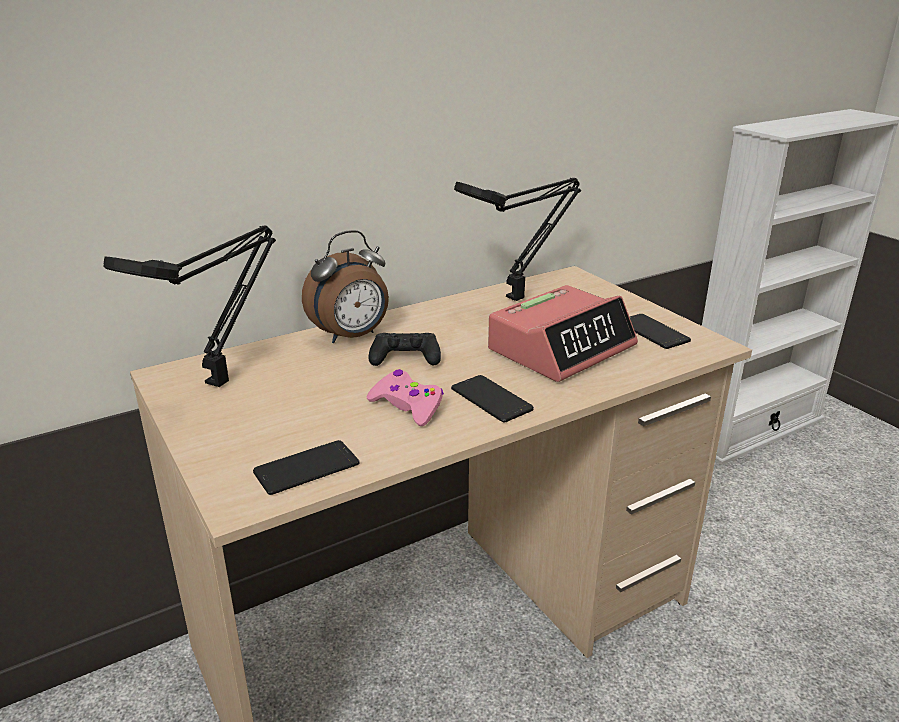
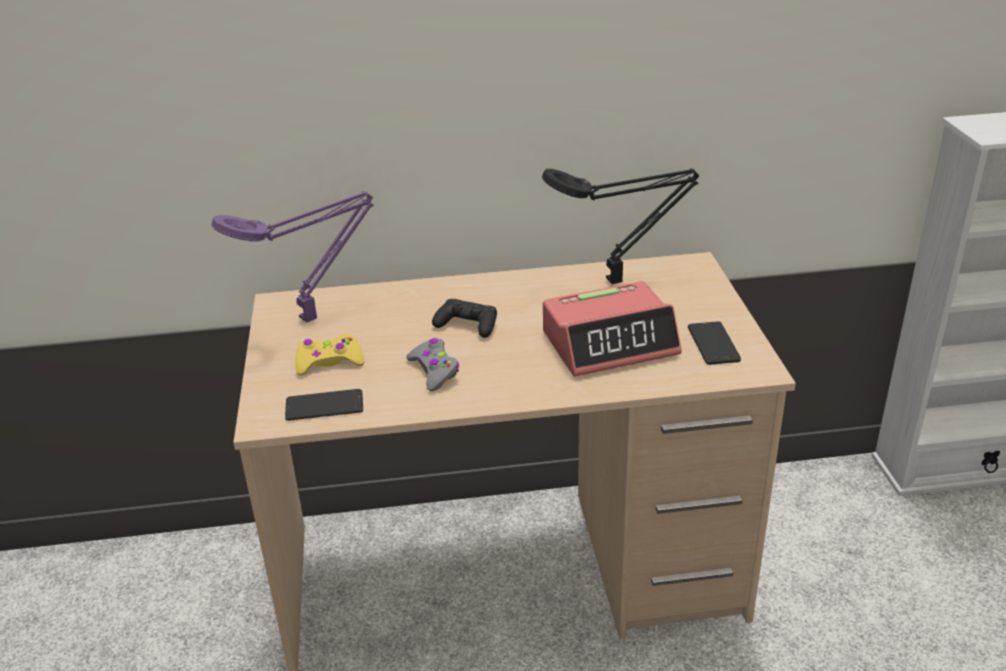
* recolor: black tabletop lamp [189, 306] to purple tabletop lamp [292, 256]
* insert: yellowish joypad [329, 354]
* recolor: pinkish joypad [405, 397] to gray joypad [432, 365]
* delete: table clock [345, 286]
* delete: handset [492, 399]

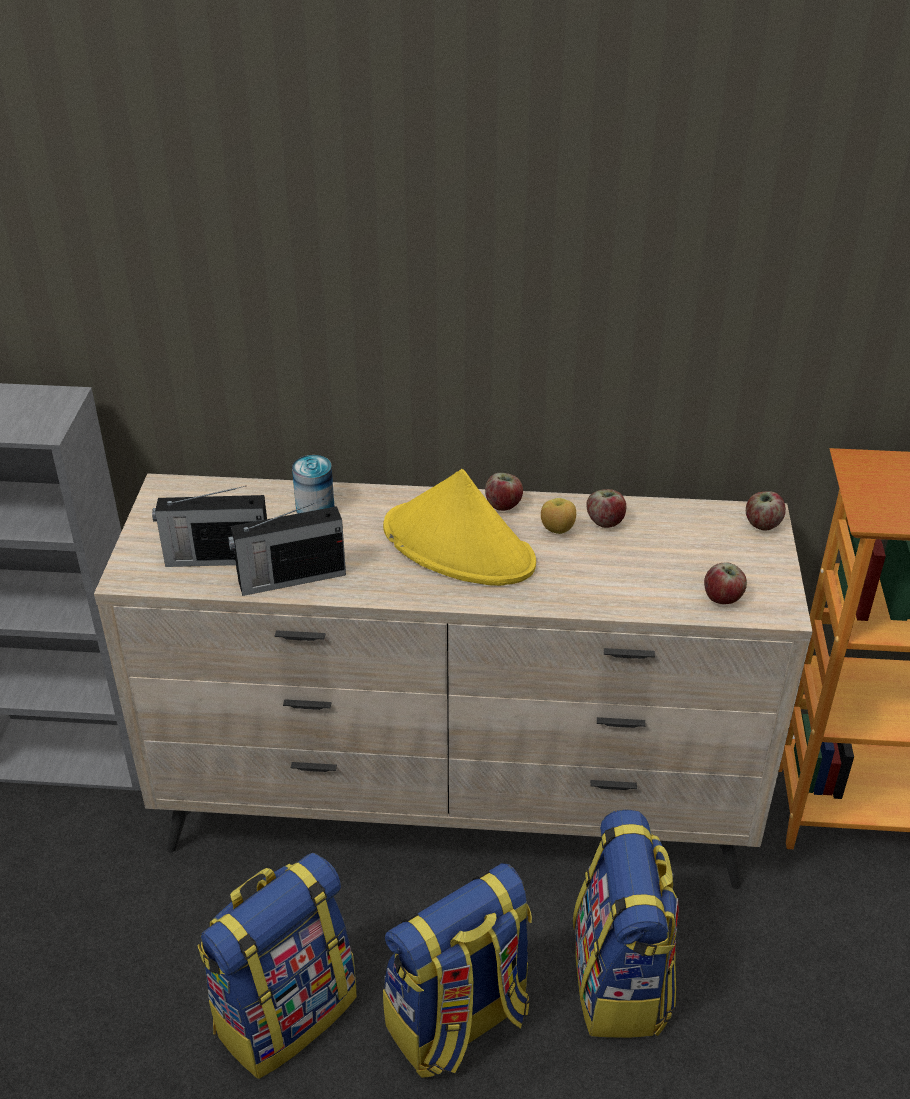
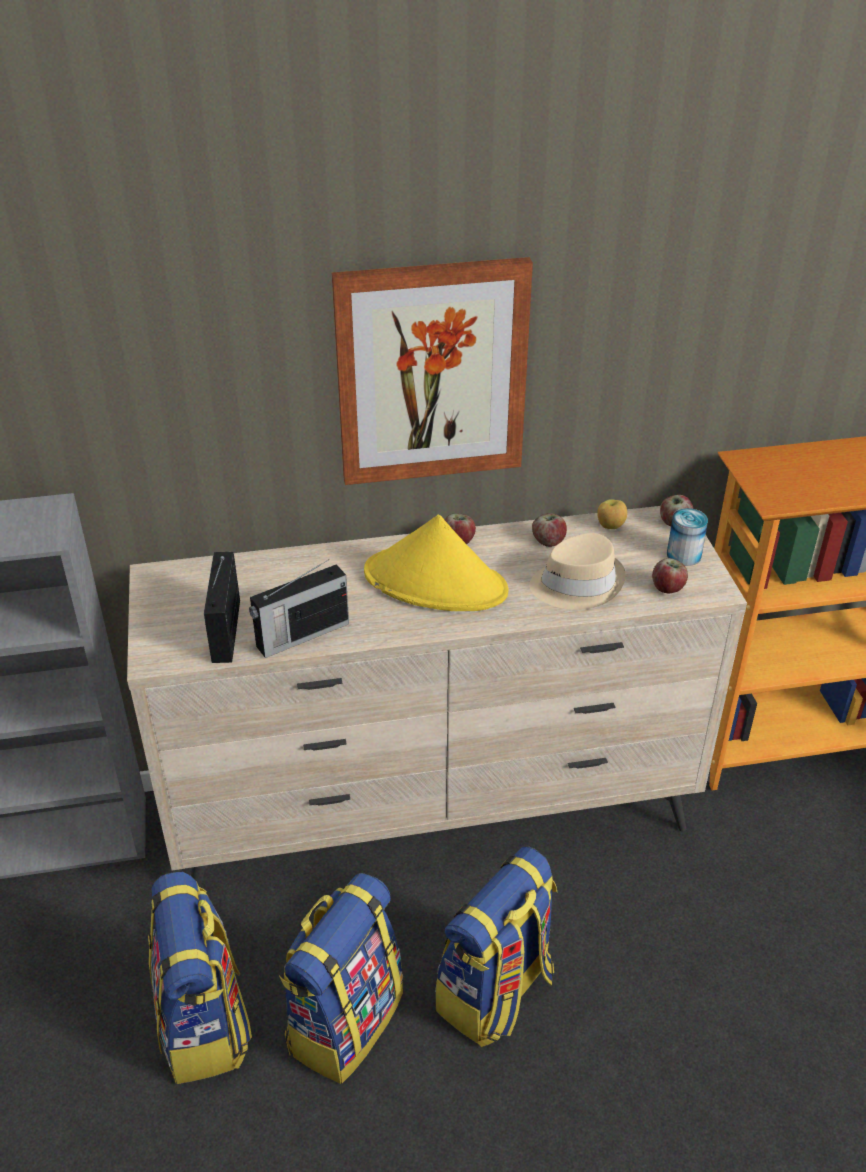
* move: rucksack [626, 924] to [200, 978]
* rotate: radio set [209, 526] = [222, 607] 105 degrees clockwise
* insert: wall picture [432, 371]
* insert: sand-coloured clothing hat [577, 571]
* move: apple fruit [558, 516] to [612, 514]
* move: metal can [313, 484] to [687, 537]

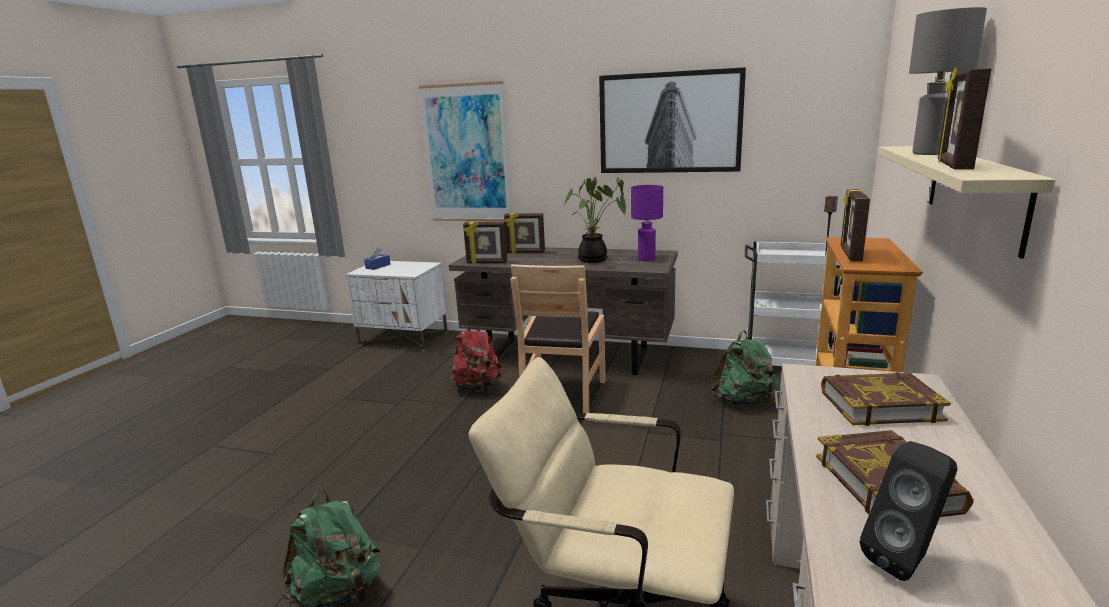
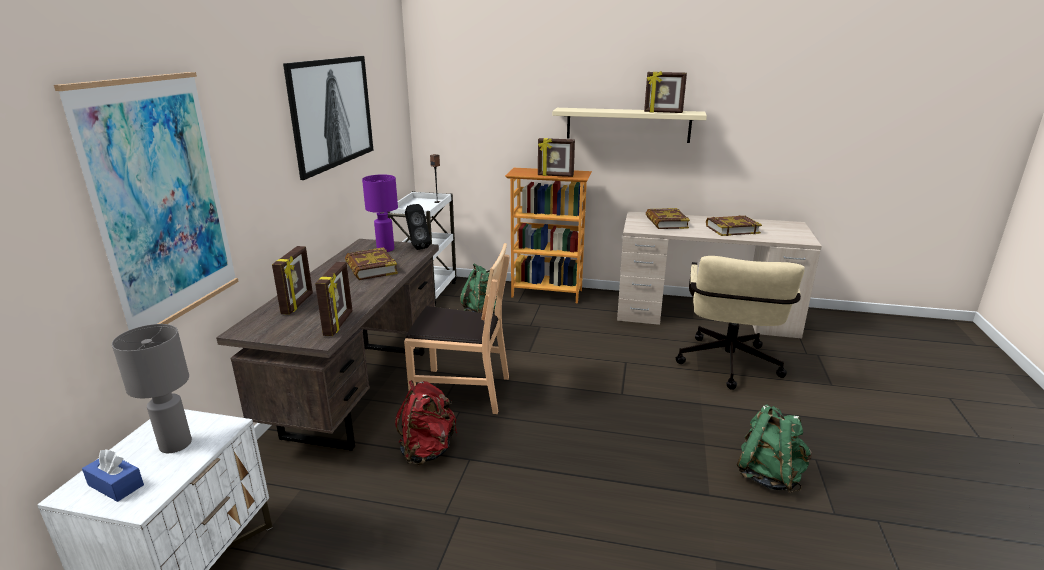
* move: gray tabletop lamp [948, 81] to [152, 388]
* replace: houseplant [595, 220] to bound book [371, 263]
* move: black loudspeaker [909, 511] to [418, 227]

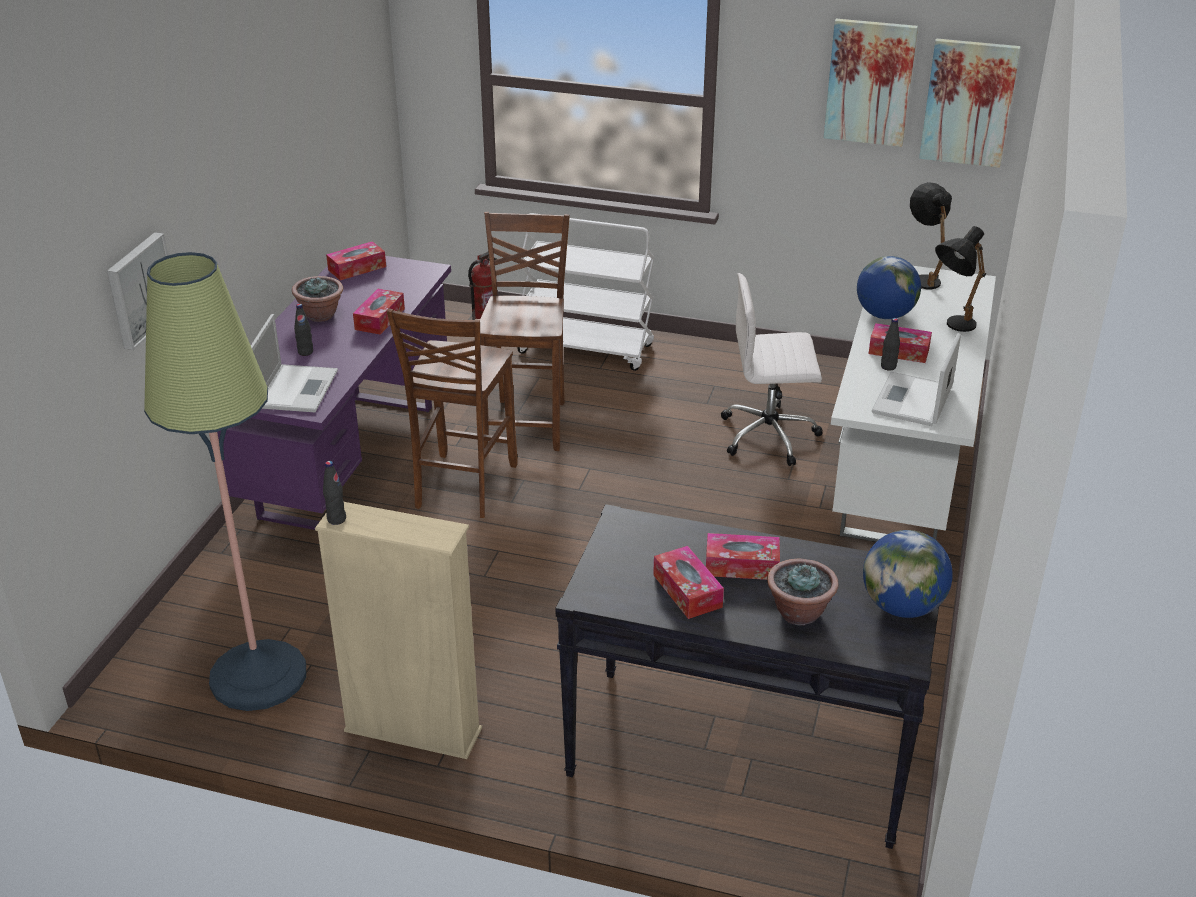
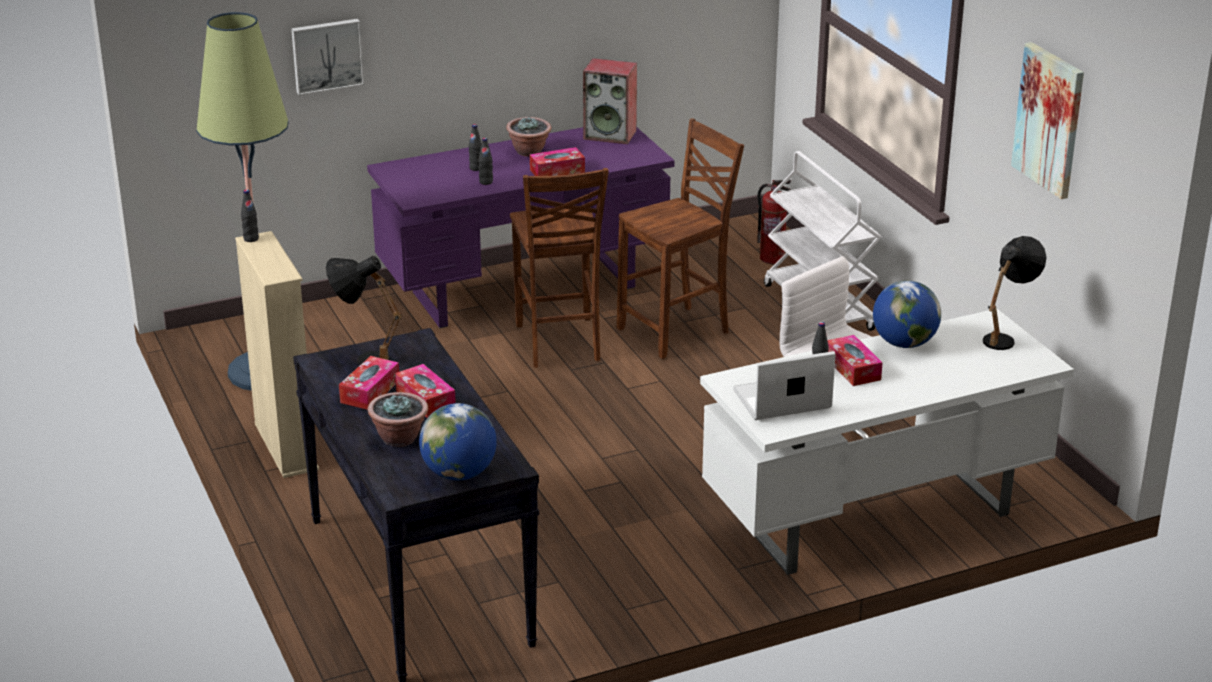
* move: black tabletop lamp [960, 279] to [364, 311]
* insert: black bottle [485, 161]
* rotate: brown-coloured chair [452, 413] = [559, 268] 75 degrees counterclockwise
* replace: box of tissues [356, 261] to loudspeaker [610, 101]
* delete: portable computer [294, 363]
* delete: wall picture [970, 103]

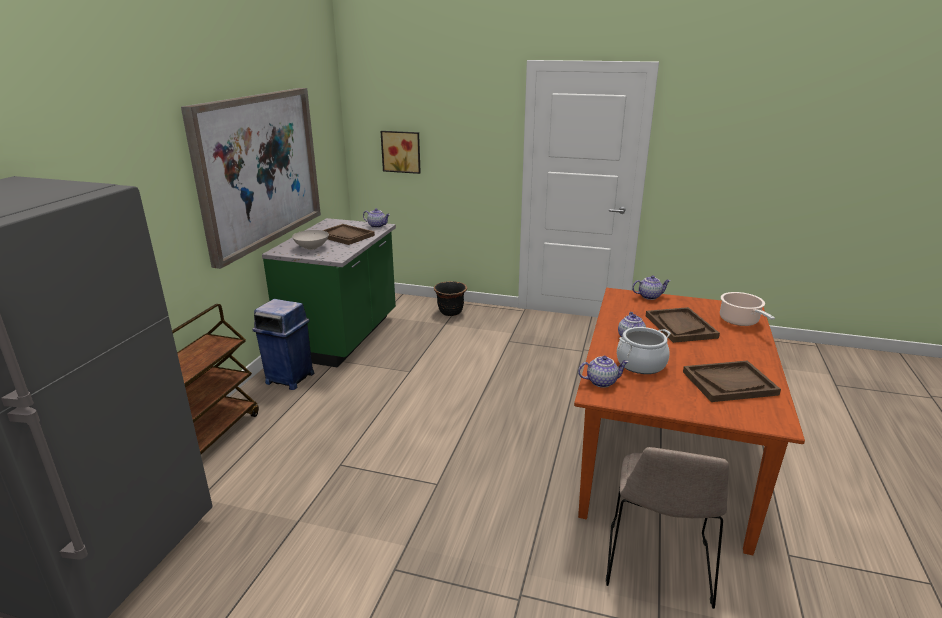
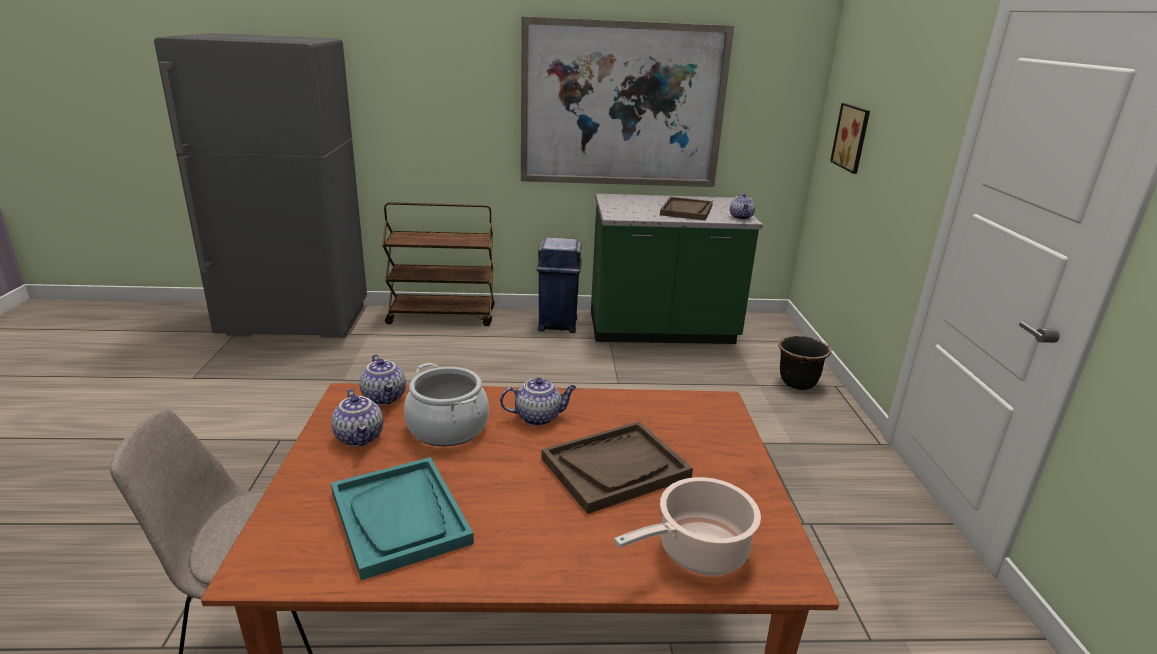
* move: pot for tea [651, 287] to [357, 417]
* recolor: brown-coloured serving tray [732, 381] to turquoise-coloured serving tray [402, 518]
* delete: white-coloured deep dish [310, 240]

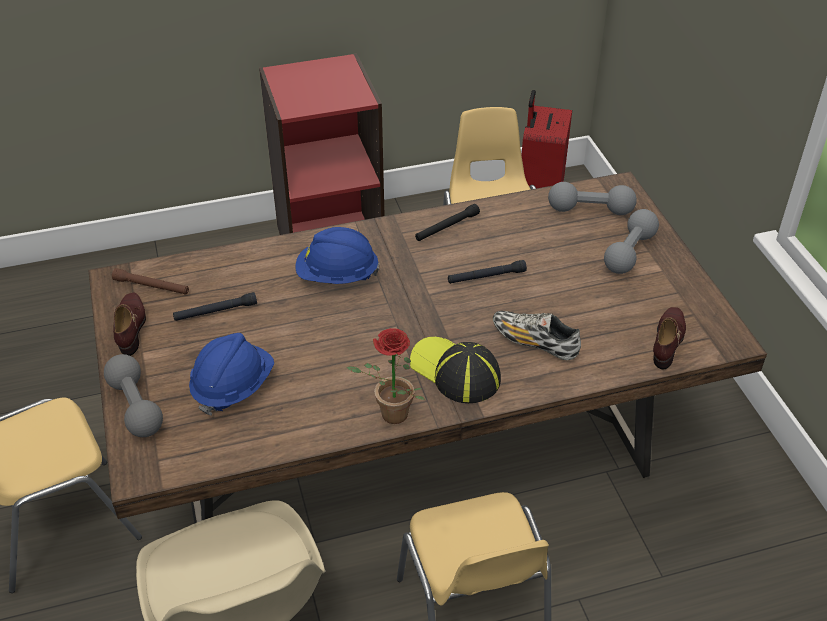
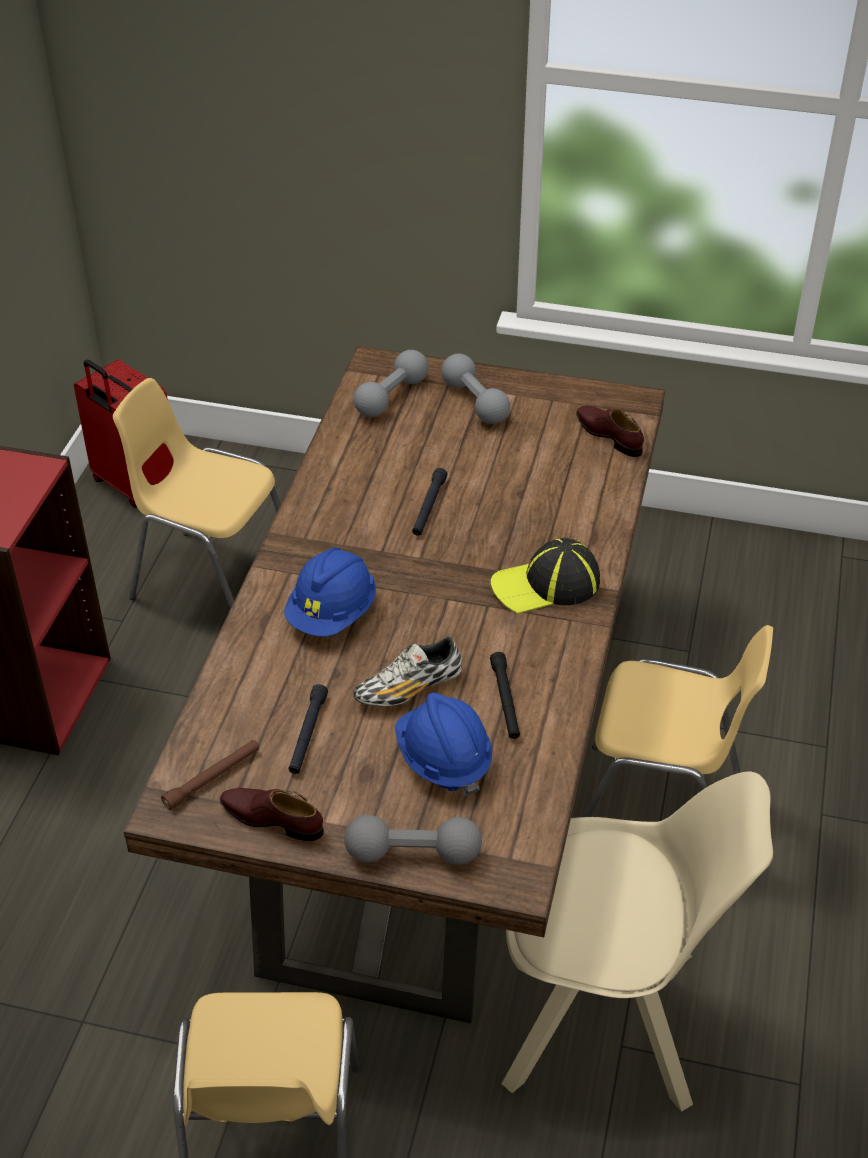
* move: item of footwear [537, 335] to [407, 671]
* move: black hand torch [447, 222] to [505, 695]
* delete: houseplant [386, 376]

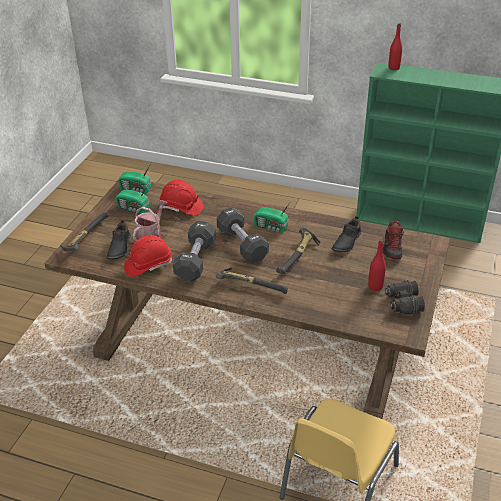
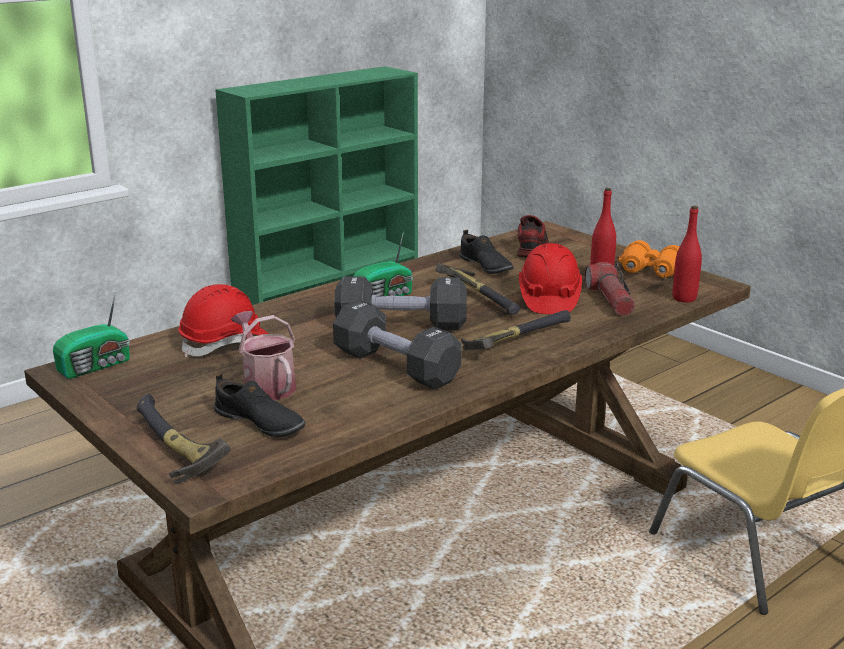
* rotate: item of footwear [393, 240] = [533, 236] 120 degrees counterclockwise
* move: reddish work helmet [148, 256] to [550, 278]
* insert: hand torch [610, 289]
* recolor: black field glasses [405, 297] to orangey field glasses [649, 259]
* move: reddish bottle [395, 46] to [687, 254]
* delete: radio set [132, 198]

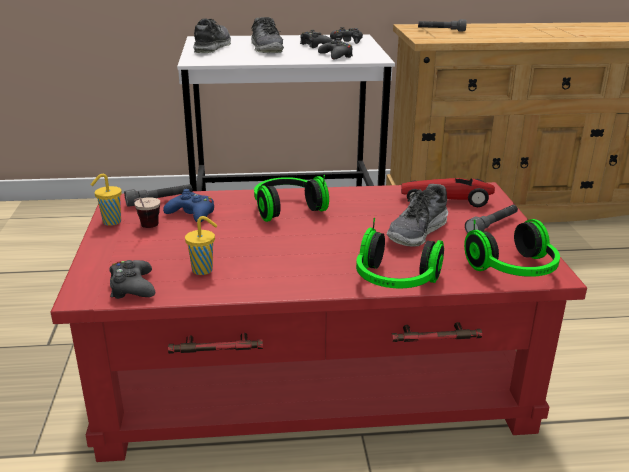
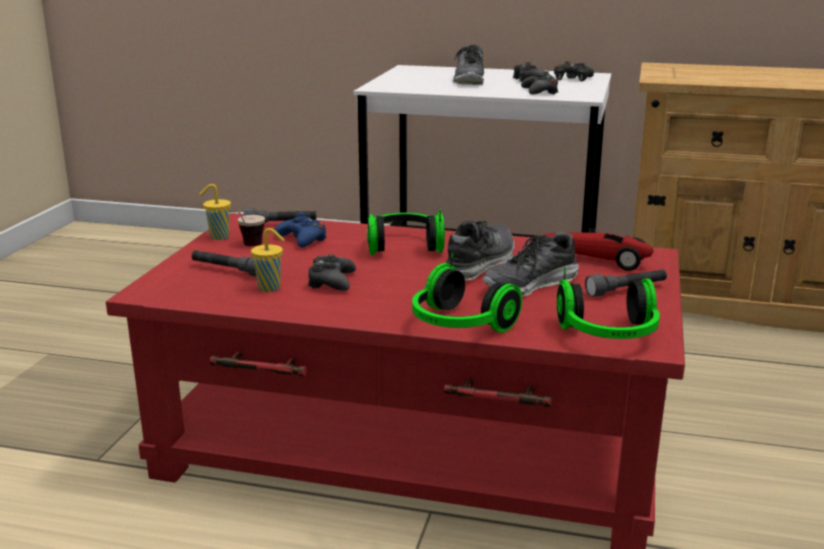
* move: gray hand torch [442, 25] to [224, 263]
* move: black joypad [132, 279] to [331, 272]
* move: item of footwear [212, 36] to [480, 250]

